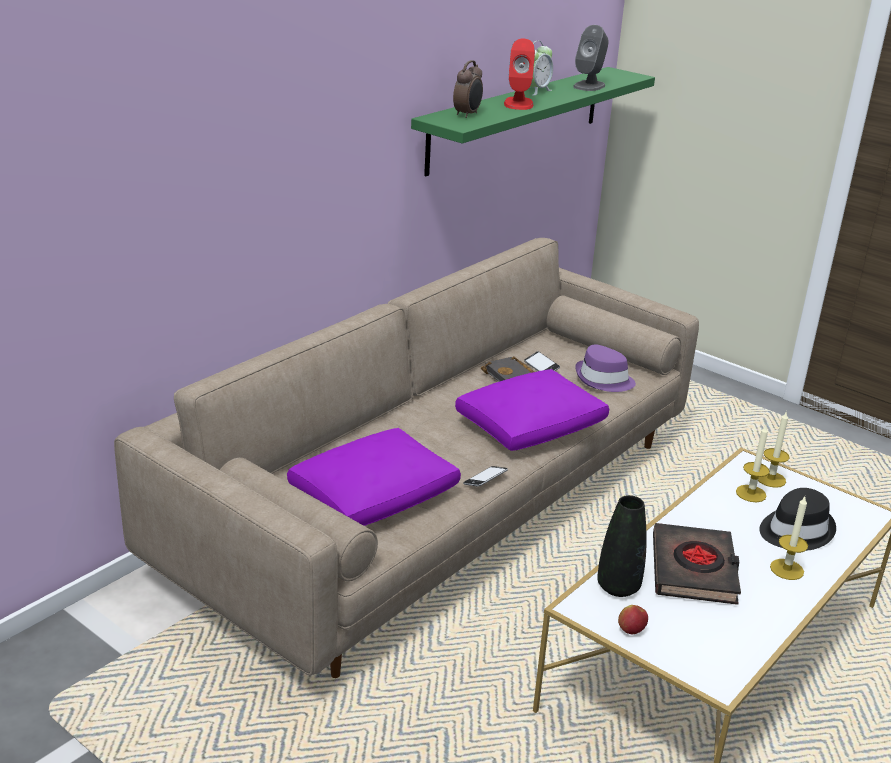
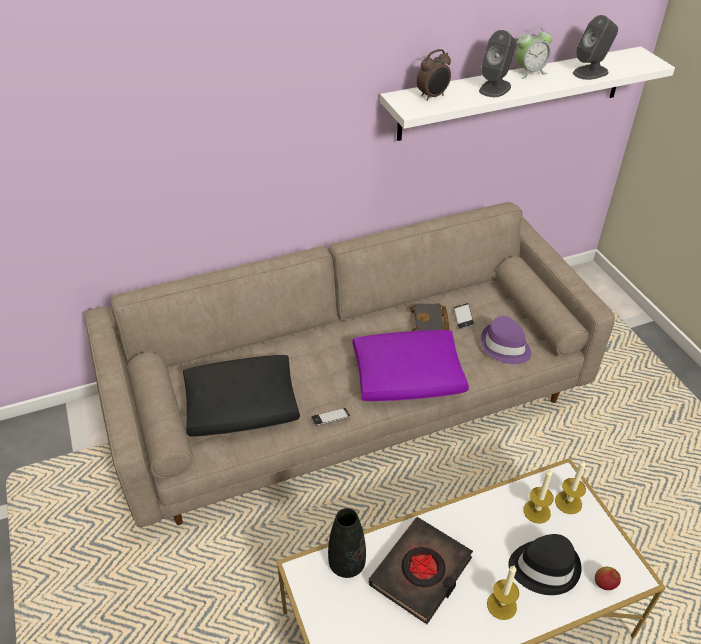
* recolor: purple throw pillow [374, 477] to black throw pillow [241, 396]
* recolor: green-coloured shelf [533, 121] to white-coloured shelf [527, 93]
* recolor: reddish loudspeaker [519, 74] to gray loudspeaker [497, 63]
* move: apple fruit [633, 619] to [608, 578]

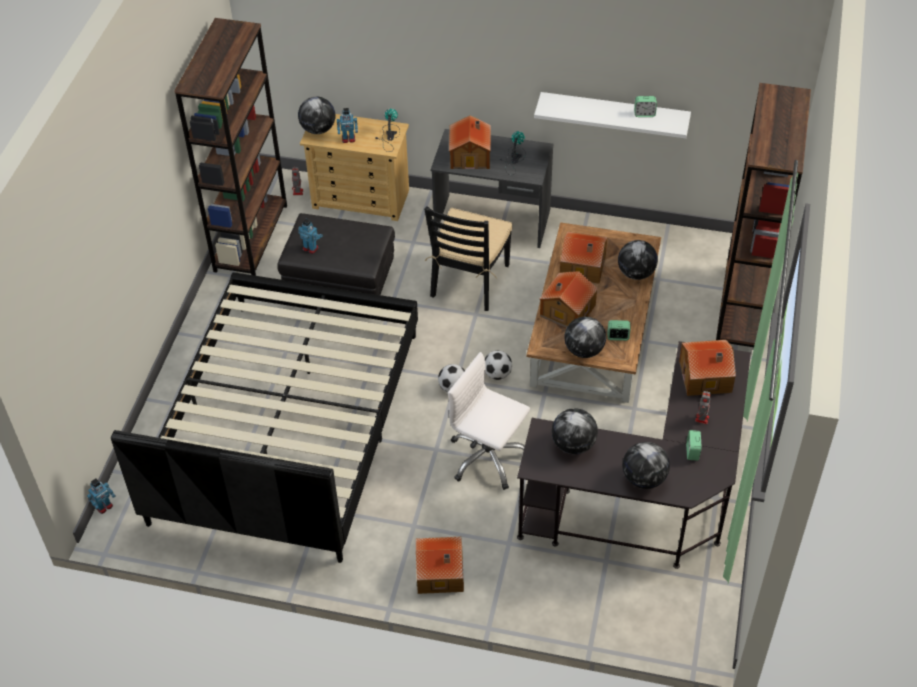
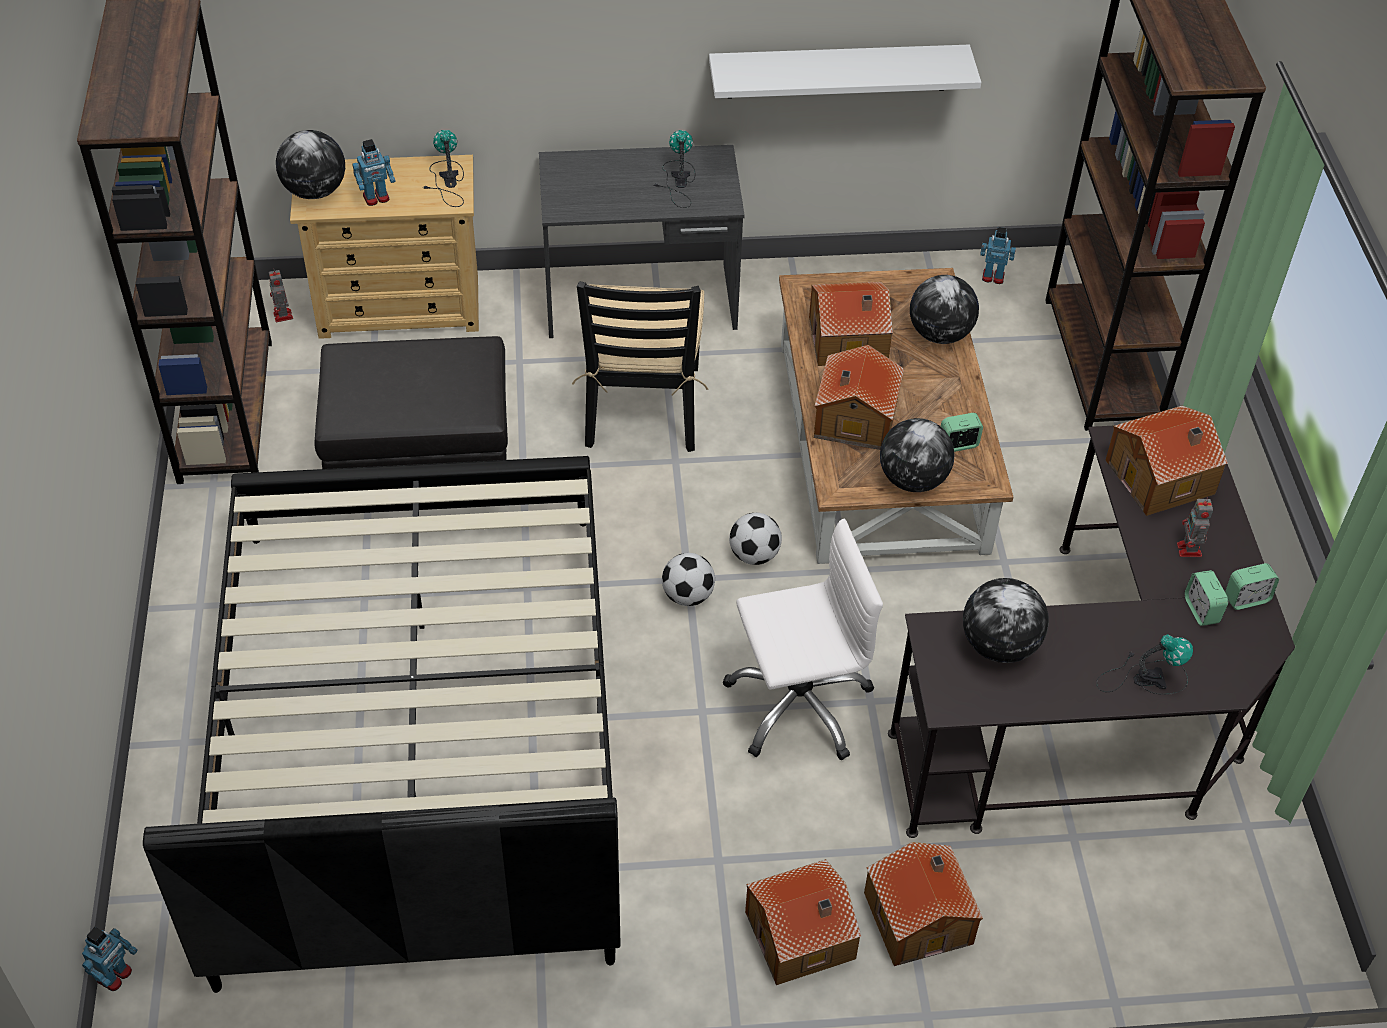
* rotate: white-coloured office chair [489, 421] = [803, 639] 150 degrees clockwise
* move: miniature house [470, 142] to [923, 904]
* move: toy robot [310, 236] to [998, 255]
* replace: desk globe [646, 465] to tabletop lamp [1144, 664]
* move: table clock [645, 106] to [1252, 586]

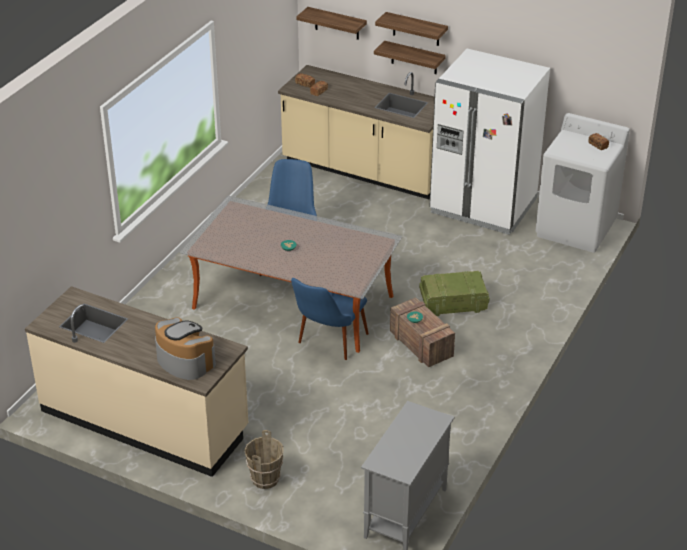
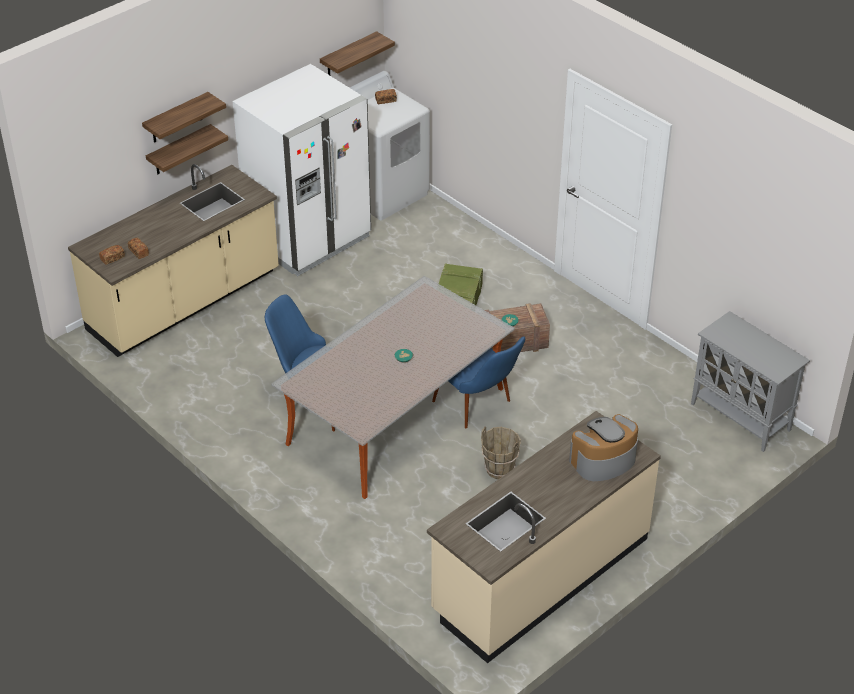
* move: shelf [331, 23] to [357, 53]
* move: brown-coloured water bucket [263, 459] to [501, 452]

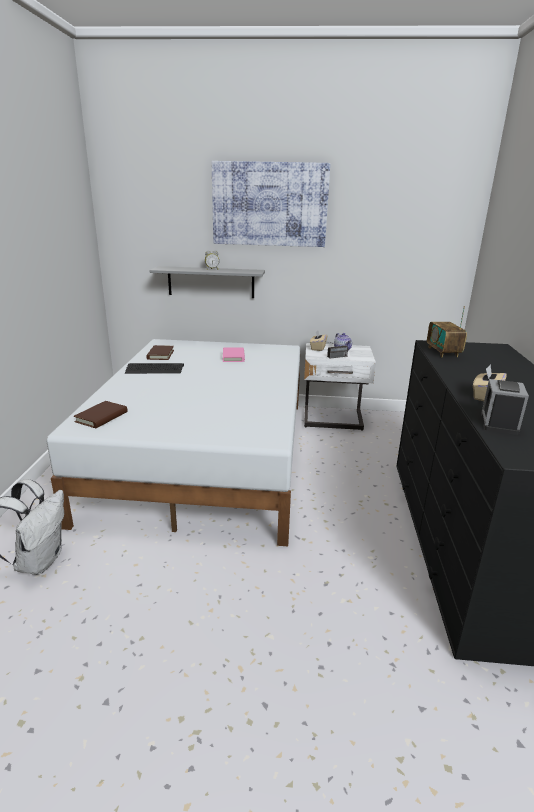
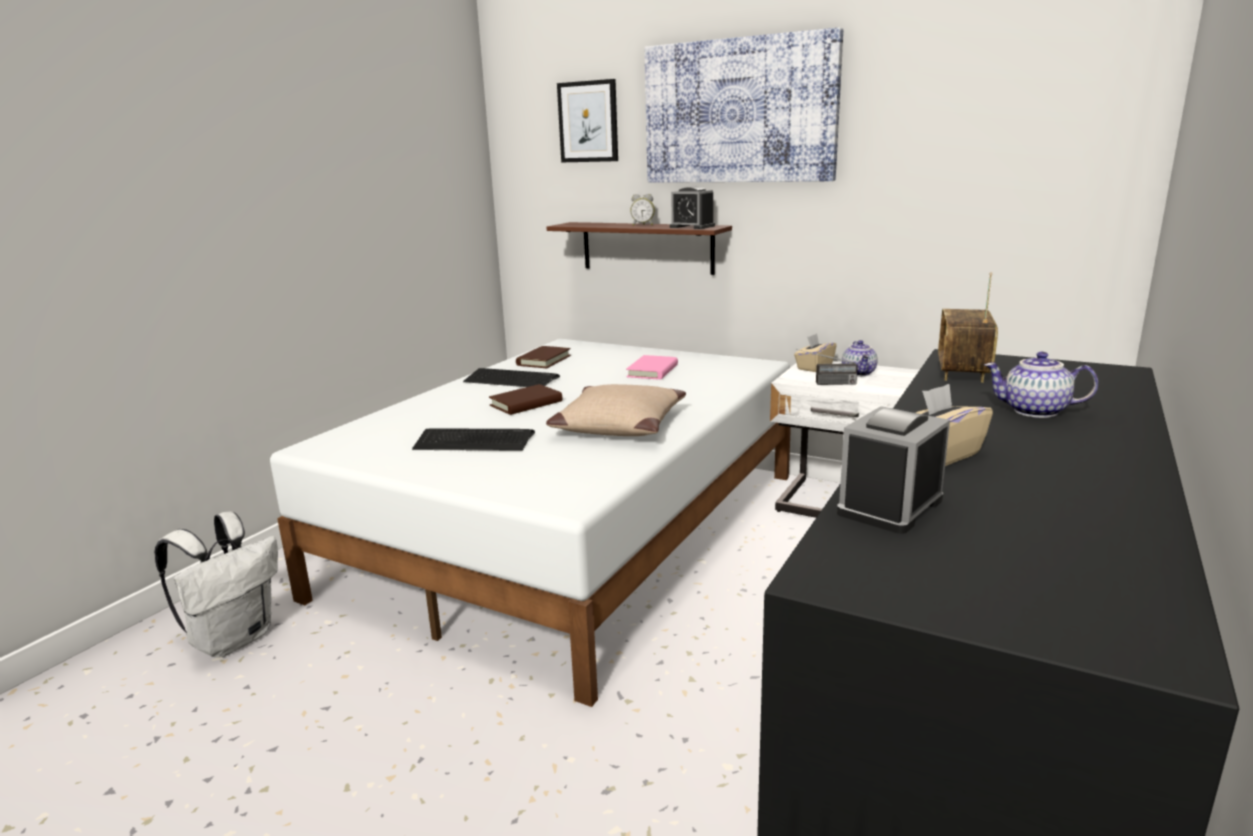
* insert: computer keyboard [473, 439]
* move: brown-coloured bound book [101, 414] to [525, 399]
* insert: sand-coloured throw pillow [616, 410]
* recolor: gray shelf [207, 282] to brown-coloured shelf [639, 248]
* insert: wall picture [587, 120]
* insert: table clock [692, 208]
* insert: pot for tea [1041, 385]

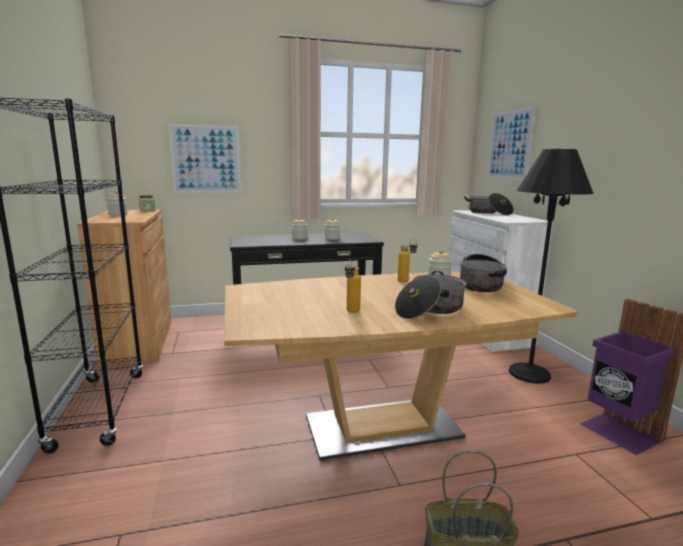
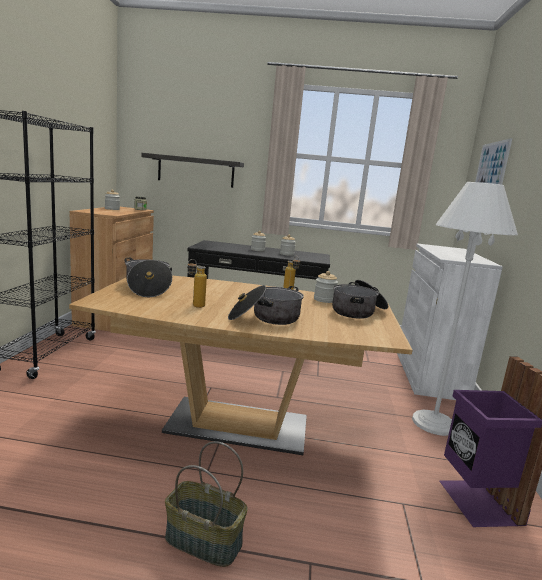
* move: saucepot [489, 204] to [148, 277]
* replace: wall picture [205, 158] to shelf [192, 170]
* recolor: black floor lamp [551, 266] to white-coloured floor lamp [465, 309]

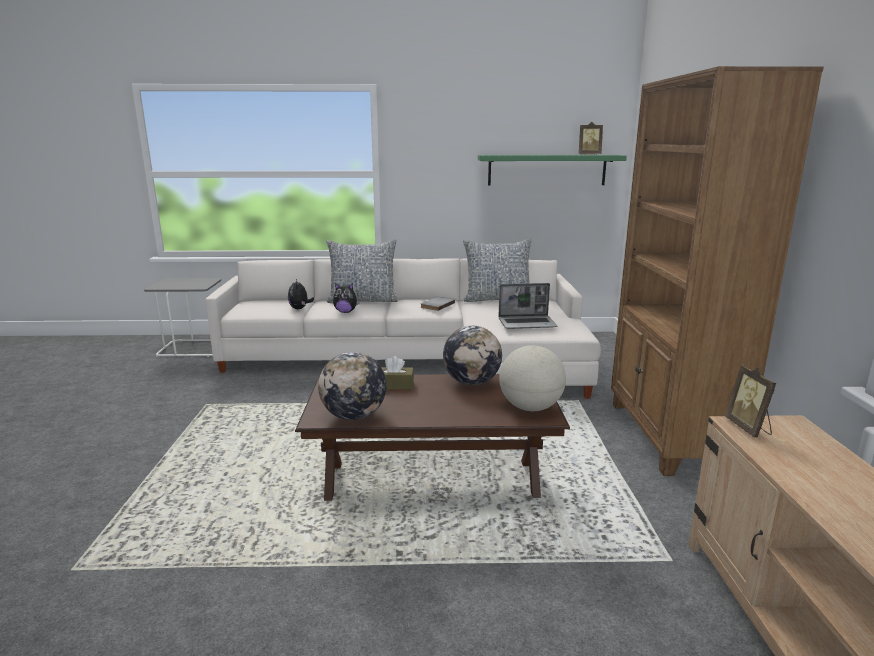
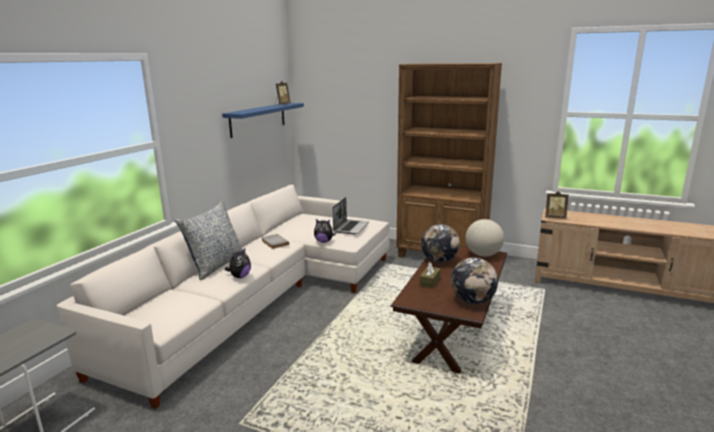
* recolor: green-coloured shelf [552, 170] to bluish shelf [263, 120]
* move: plush toy [301, 294] to [325, 231]
* delete: throw pillow [497, 270]

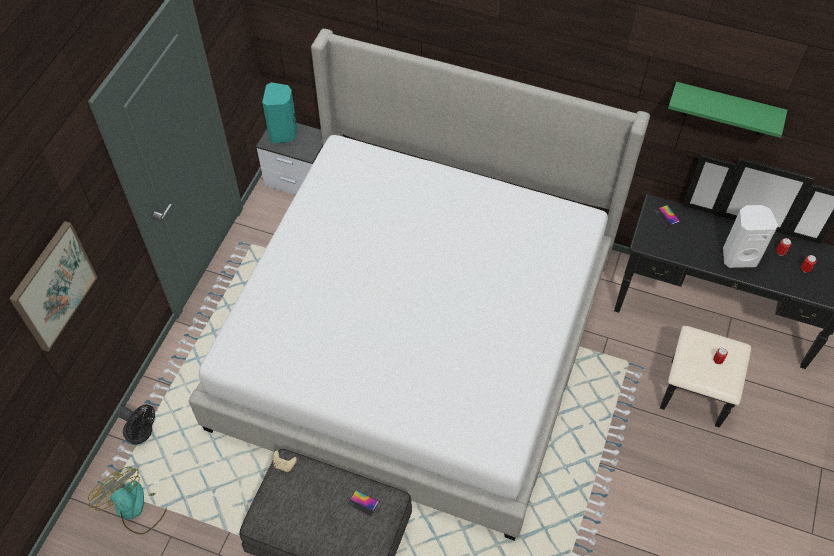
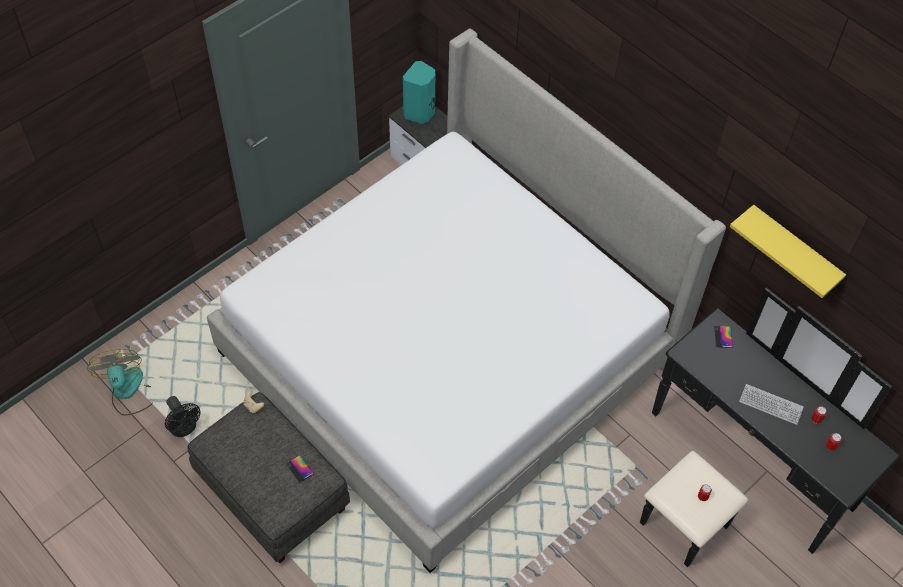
* move: black fan [136, 424] to [183, 416]
* recolor: green-coloured shelf [727, 110] to yellowish shelf [788, 251]
* replace: white-coloured loudspeaker [750, 236] to computer keyboard [771, 404]
* delete: wall picture [53, 286]

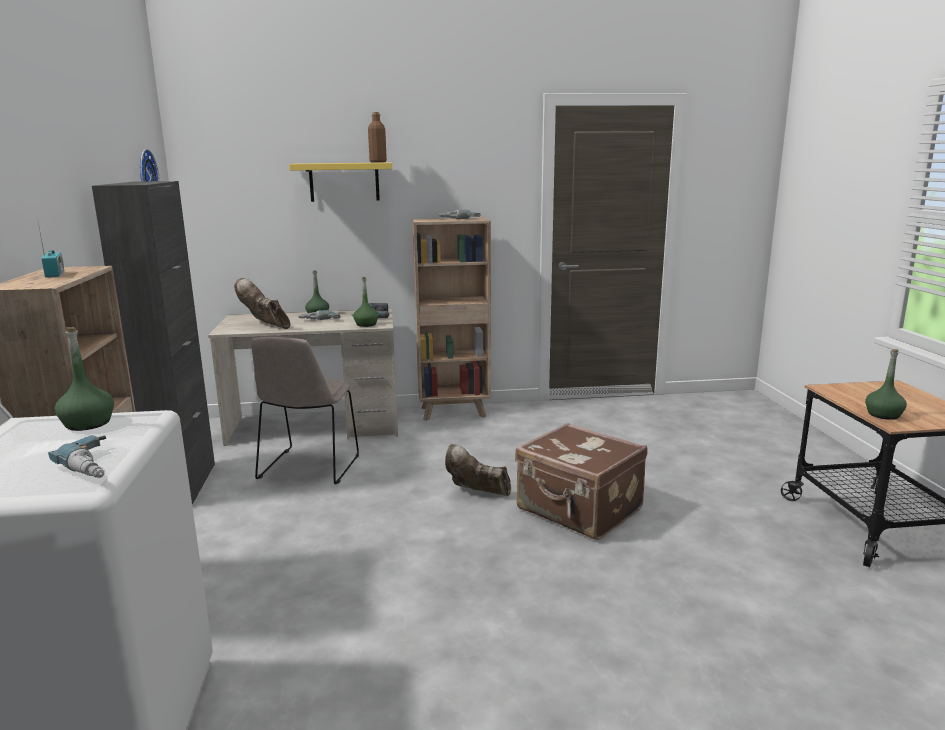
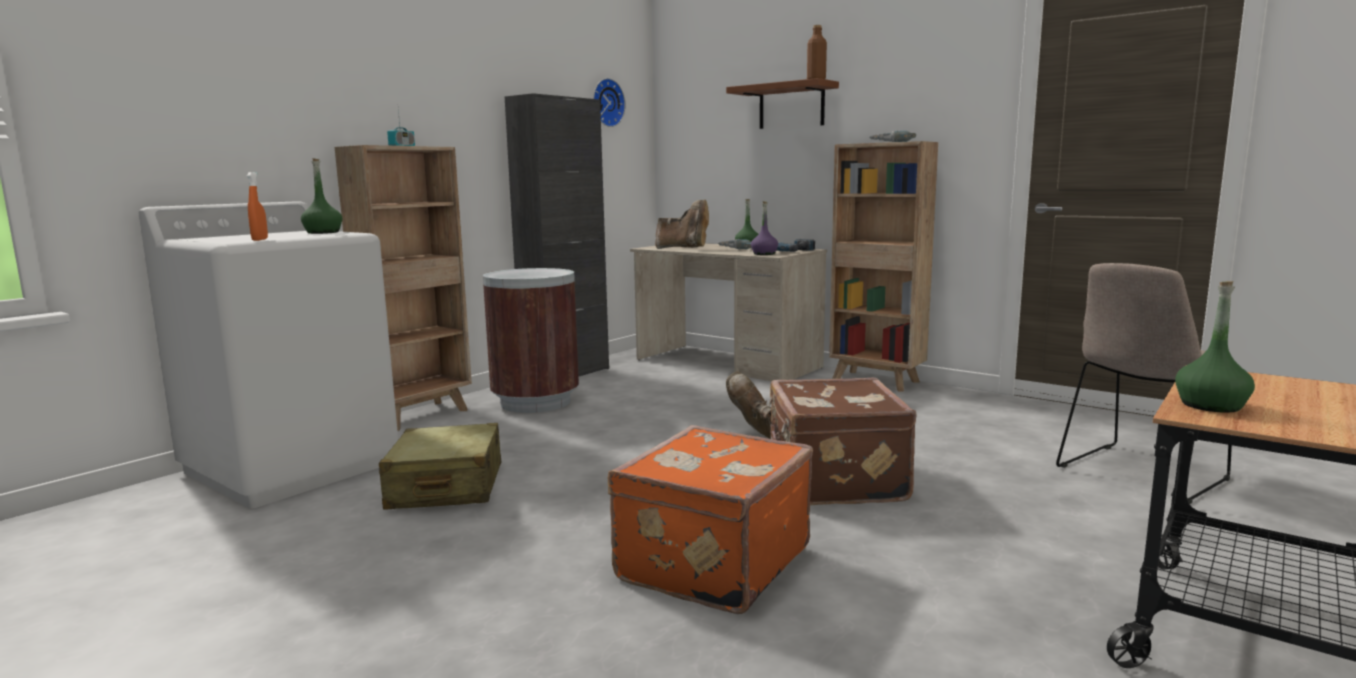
* replace: drill [77, 456] to orangey spray bottle [257, 206]
* insert: sand-coloured piece of luggage [440, 466]
* insert: brown-coloured rubbish bin [531, 340]
* insert: orangey piece of luggage [710, 519]
* rotate: brown-coloured tall boot [262, 303] = [682, 224] 105 degrees clockwise
* recolor: yellowish shelf [340, 182] to brown-coloured shelf [782, 103]
* recolor: green-coloured bottle [366, 302] to purple bottle [764, 228]
* move: sand-coloured chair [305, 410] to [1144, 383]

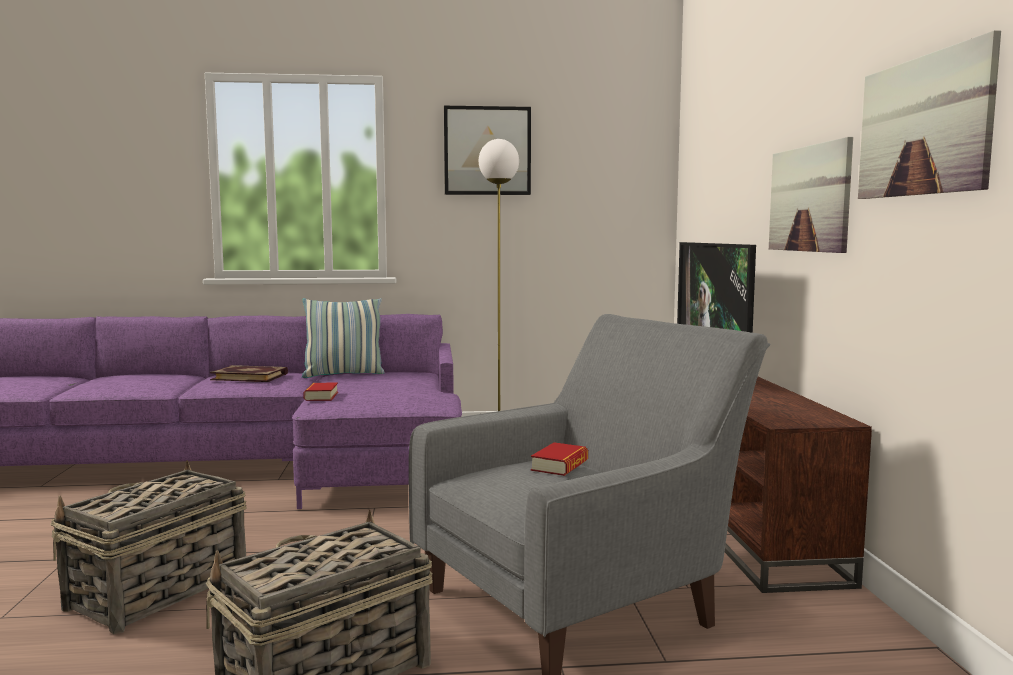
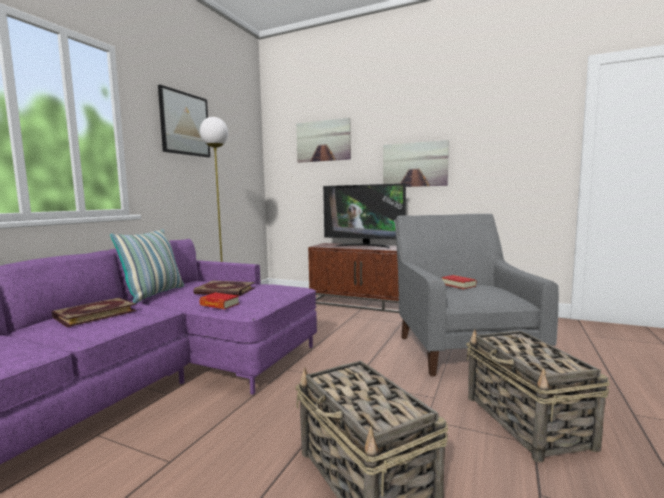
* insert: bound book [224, 288]
* move: wall picture [929, 114] to [323, 140]

